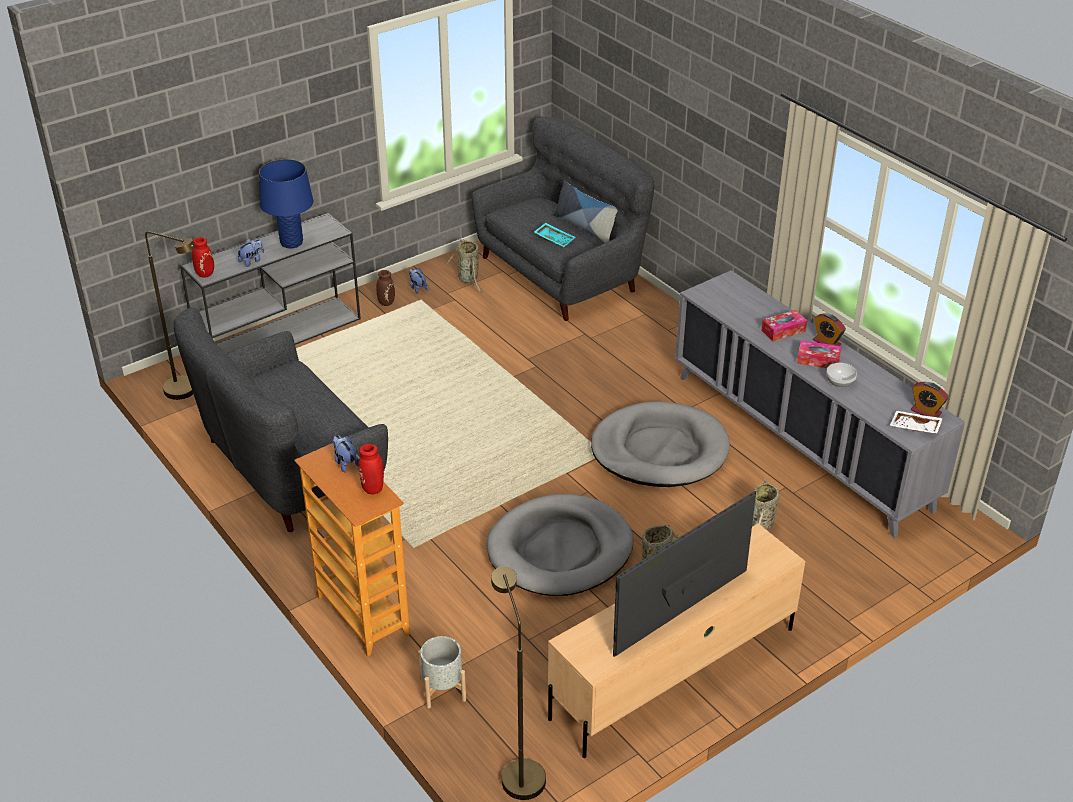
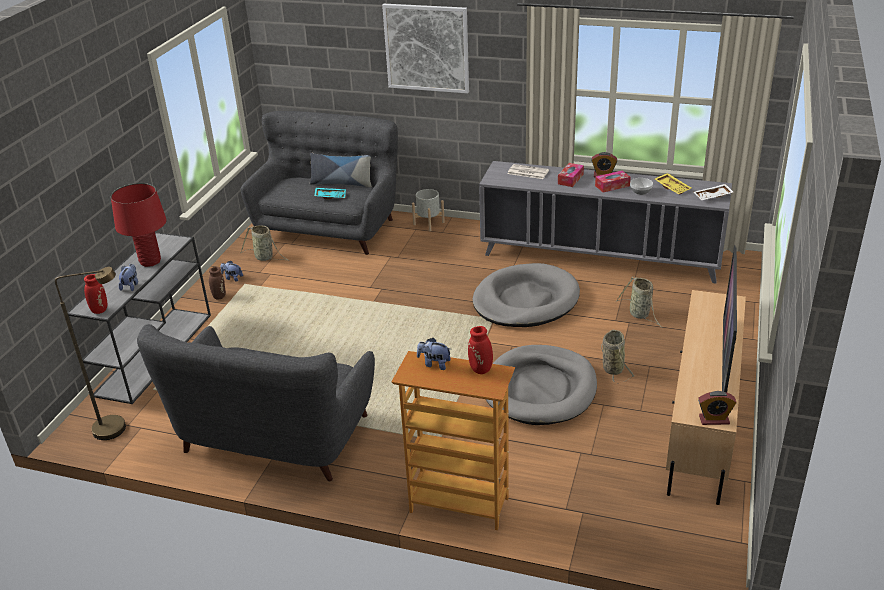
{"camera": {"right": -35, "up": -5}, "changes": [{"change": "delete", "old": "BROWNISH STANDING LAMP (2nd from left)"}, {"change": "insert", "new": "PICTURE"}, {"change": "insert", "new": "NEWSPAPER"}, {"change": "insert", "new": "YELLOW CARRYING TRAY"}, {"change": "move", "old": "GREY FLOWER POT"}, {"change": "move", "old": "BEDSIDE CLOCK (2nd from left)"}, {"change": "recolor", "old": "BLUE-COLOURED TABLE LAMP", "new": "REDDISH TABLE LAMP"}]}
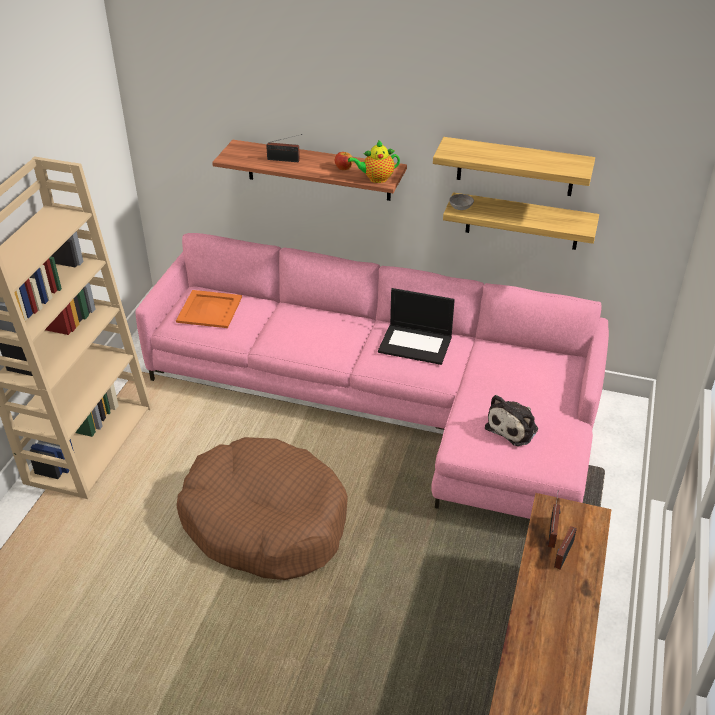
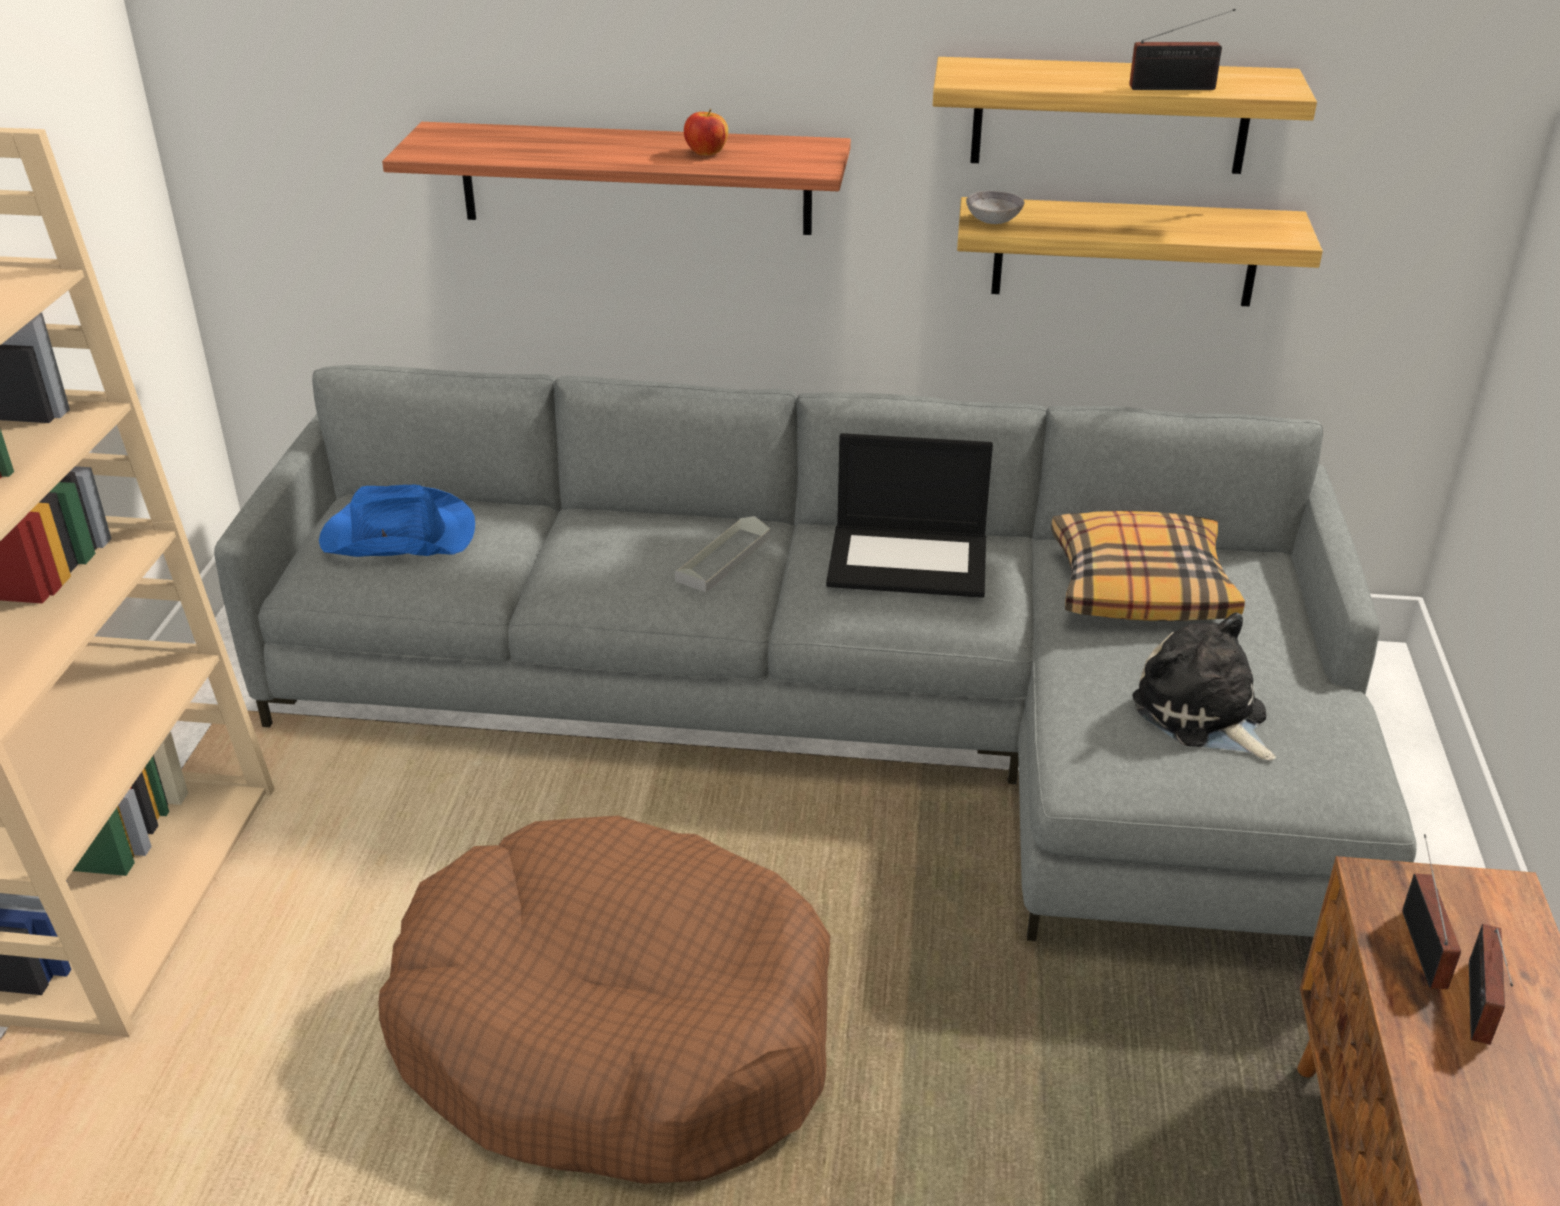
{"camera": {"right": -10, "up": -5}, "changes": [{"change": "delete", "old": "TEAPOT"}, {"change": "insert", "new": "GREY CARRYING TRAY"}, {"change": "insert", "new": "CUSHION"}, {"change": "move", "old": "RADIO RECEIVER (1st from left)"}, {"change": "replace", "old": "ORANGE-COLOURED CARRYING TRAY", "new": "BLUE-COLOURED HAT"}, {"change": "recolor", "old": "PINK COUCH", "new": "GREY COUCH"}, {"change": "rotate", "old": "CUDDLY TOY", "degrees": 120}]}
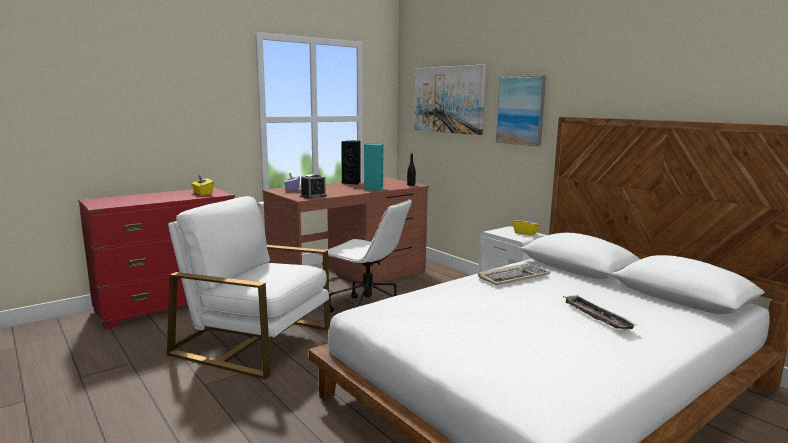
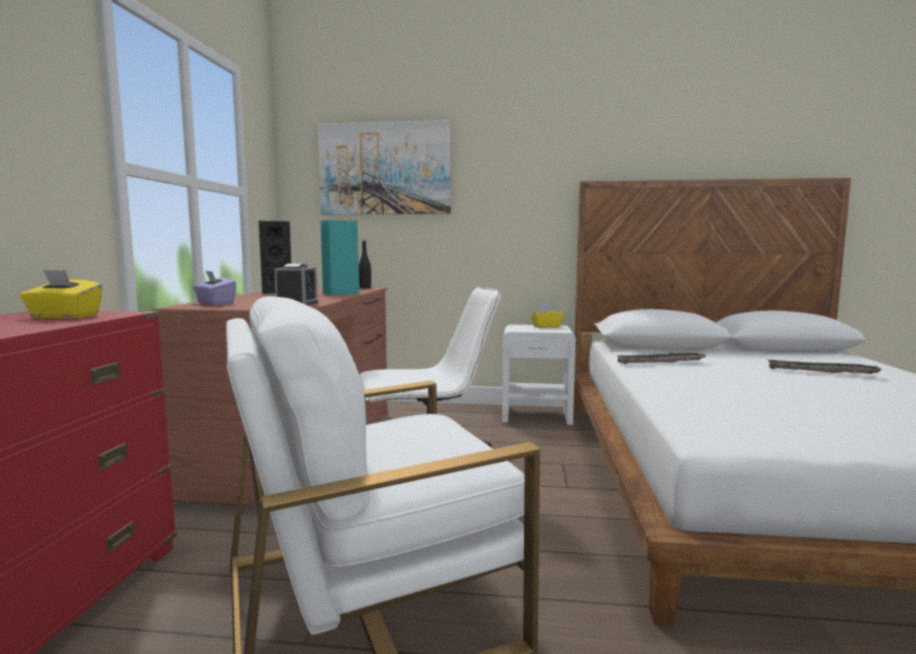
{"camera": {"right": -45, "up": -5}, "changes": [{"change": "delete", "old": "PICTURE (2nd from left)"}, {"change": "replace", "old": "KEYBOARD", "new": "CARRYING TRAY (1st from left)"}]}
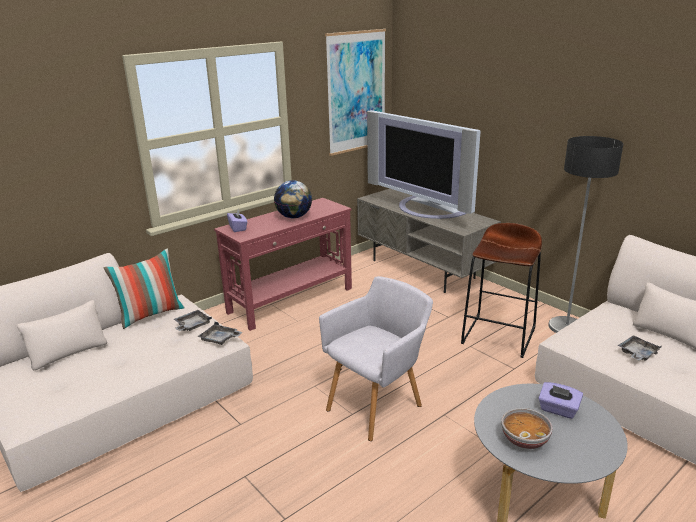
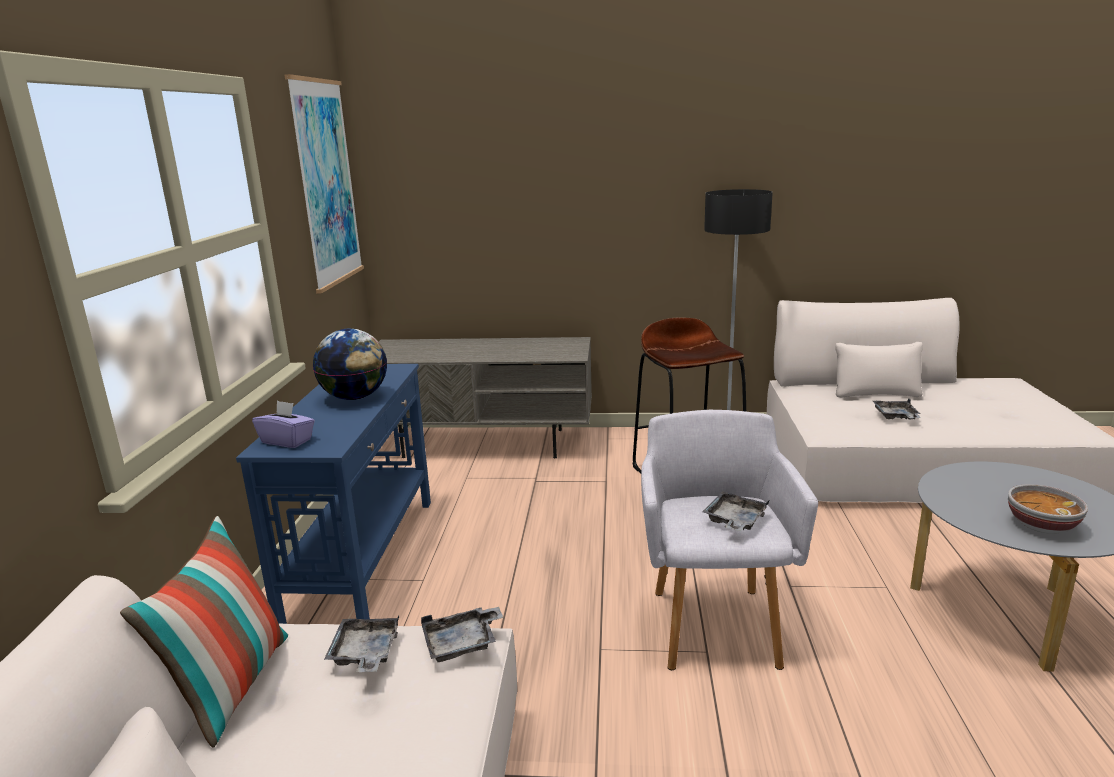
{"camera": {"right": -45, "up": -5}, "changes": [{"change": "delete", "old": "TELEVISION"}, {"change": "delete", "old": "PURPLE TISSUE HOLDER (2nd from left)"}, {"change": "insert", "new": "GREY CARRYING TRAY (3rd from left)"}, {"change": "recolor", "old": "REDDISH HALL TABLE", "new": "BLUE-COLOURED HALL TABLE"}]}
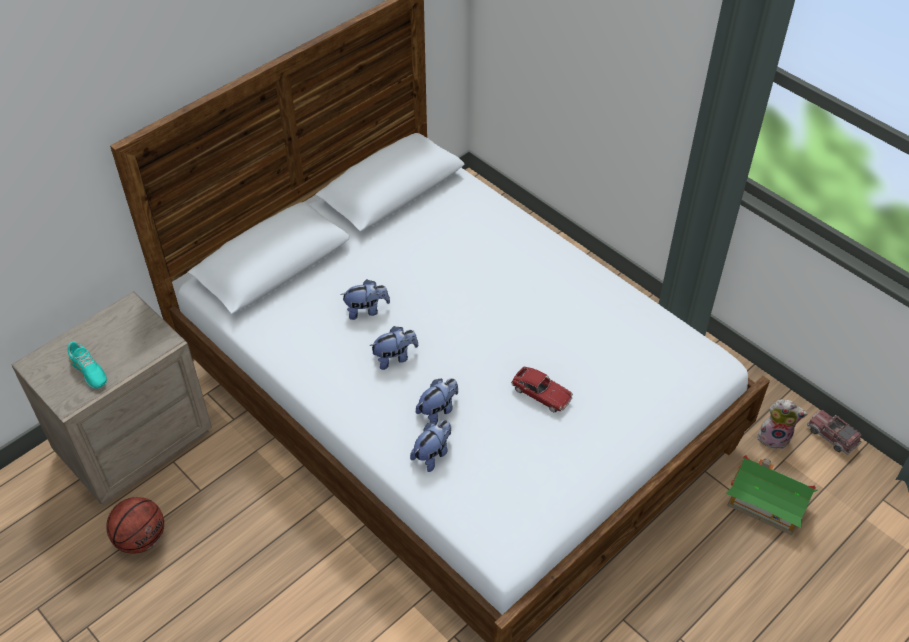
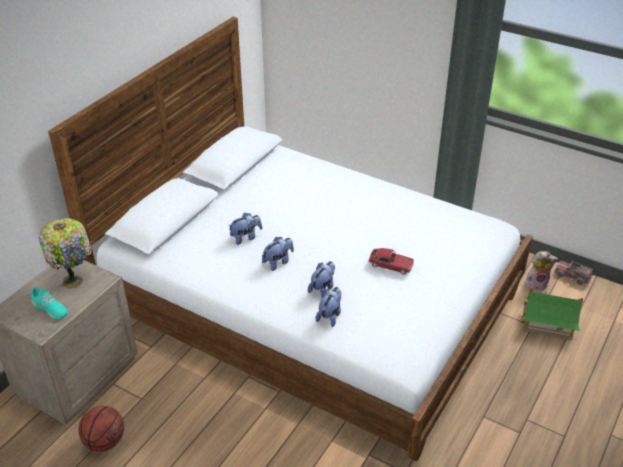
{"camera": {"right": -15, "up": -10}, "changes": [{"change": "insert", "new": "TABLE LAMP"}]}
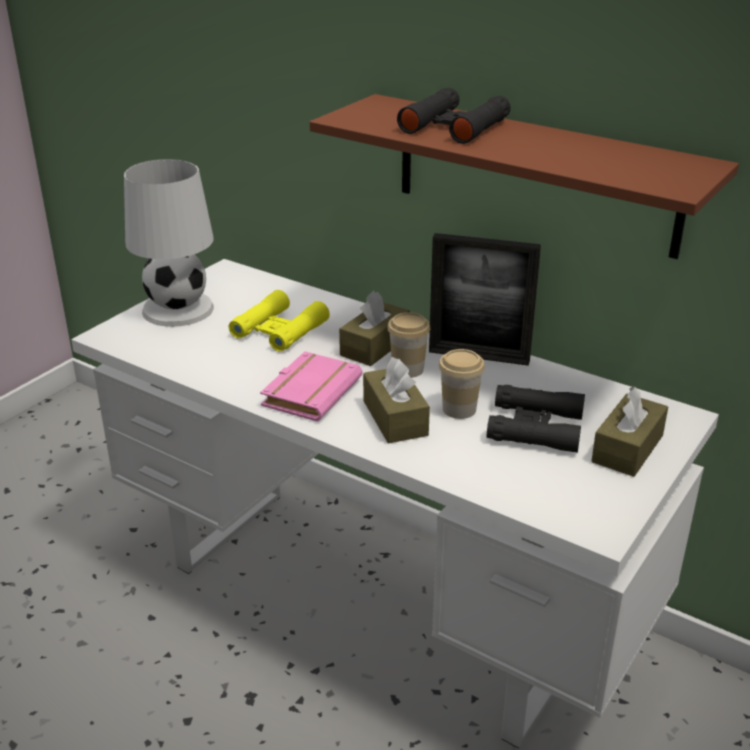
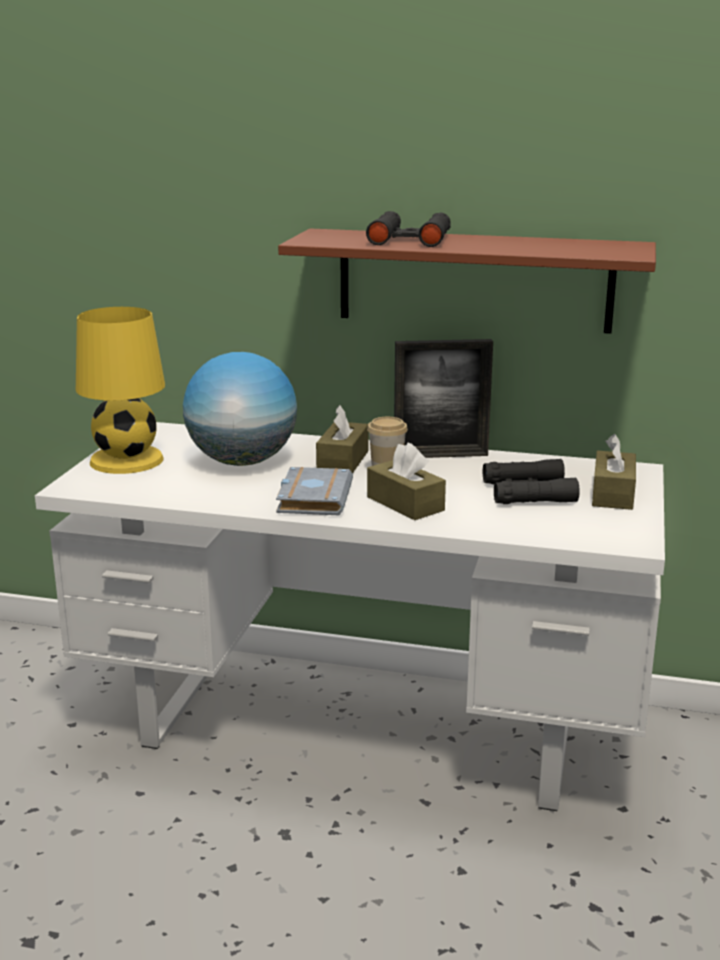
{"camera": {"right": -20, "up": -10}, "changes": [{"change": "delete", "old": "SMALL CUP (2nd from left)"}, {"change": "replace", "old": "YELLOW PAIR OF BINOCULARS", "new": "DESK GLOBE"}, {"change": "recolor", "old": "WHITE-COLOURED TABLE LAMP", "new": "YELLOW TABLE LAMP"}, {"change": "recolor", "old": "PINK BOUND BOOK", "new": "GREY BOUND BOOK"}]}
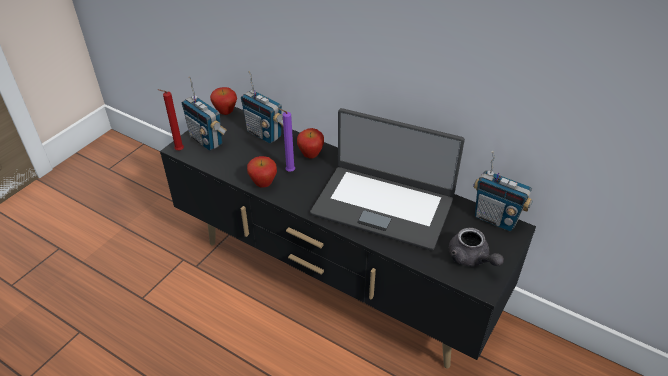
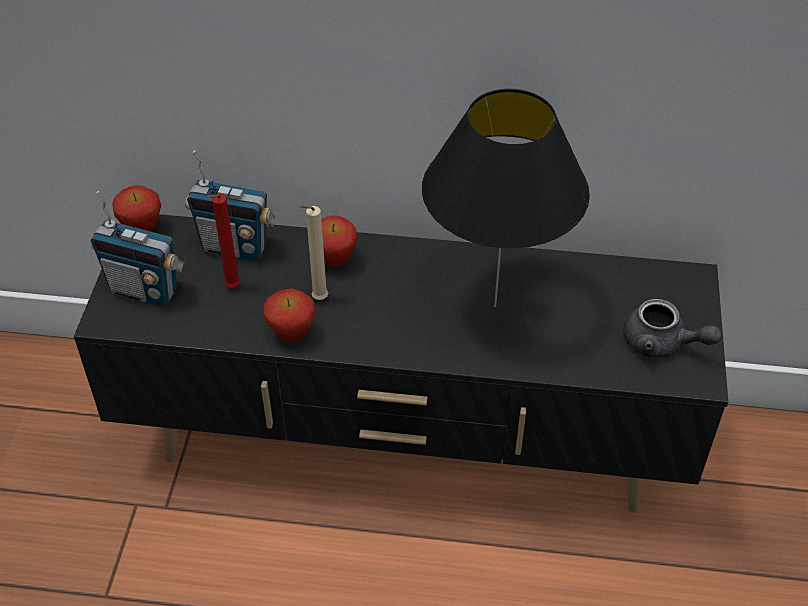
{"camera": {"right": -25, "up": 5}, "changes": [{"change": "delete", "old": "RADIO RECEIVER (3rd from left)"}, {"change": "move", "old": "REDDISH WAX CANDLE"}, {"change": "replace", "old": "LAPTOP", "new": "BLACK-COLOURED TABLE LAMP"}, {"change": "recolor", "old": "PURPLE WAX CANDLE", "new": "SAND-COLOURED WAX CANDLE"}]}
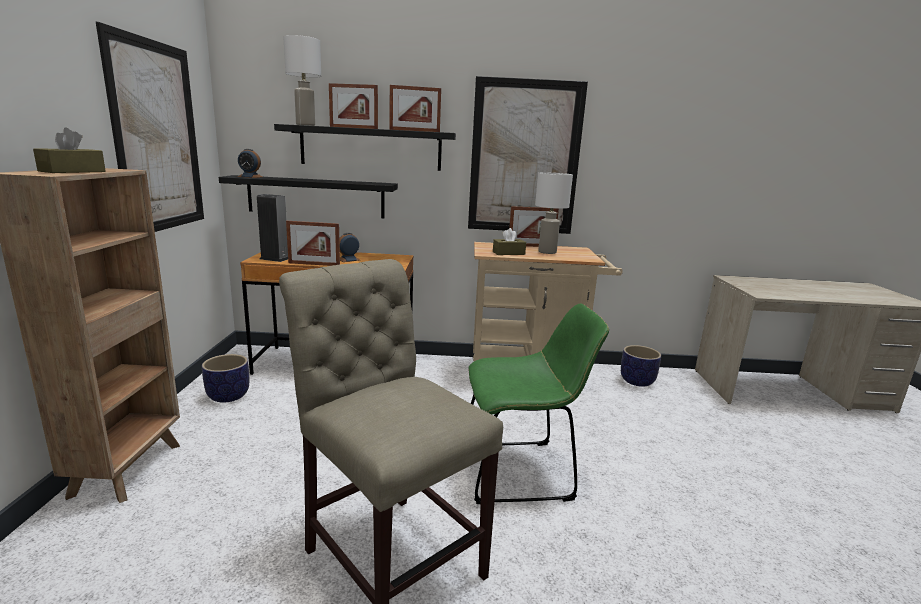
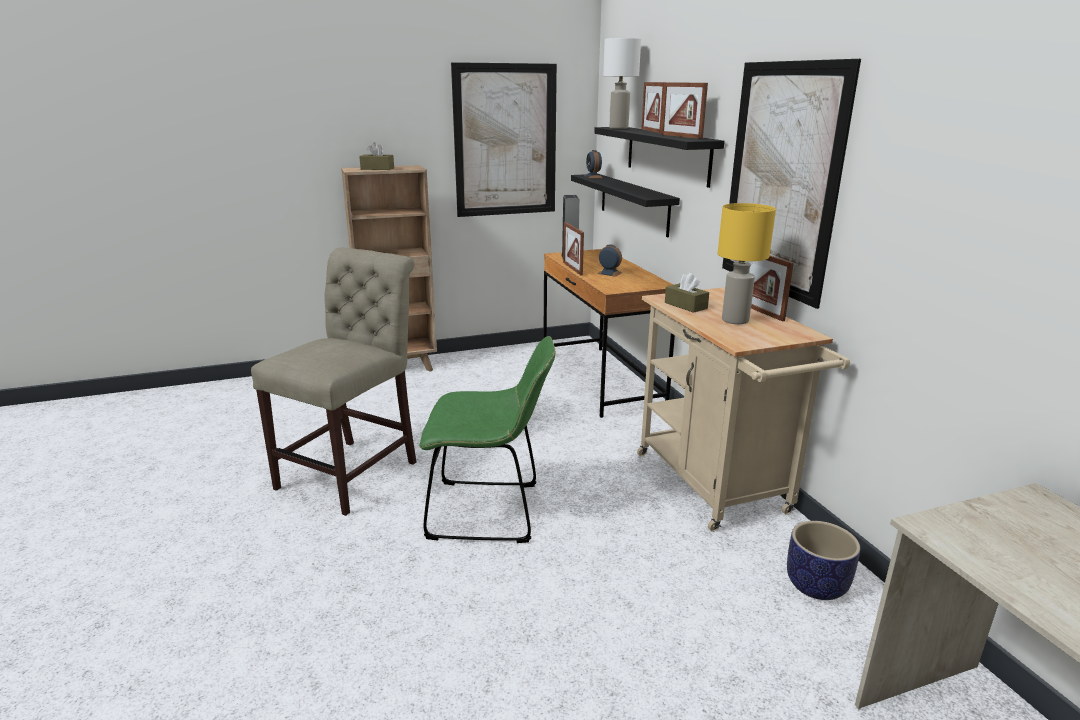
{"camera": {"right": 70, "up": 5}, "changes": [{"change": "delete", "old": "FLOWER POT (1st from left)"}, {"change": "recolor", "old": "WHITE-COLOURED TABLE LAMP (2nd from left)", "new": "YELLOW TABLE LAMP"}, {"change": "rotate", "old": "GREEN UPRIGHT CHAIR", "degrees": -60}]}
